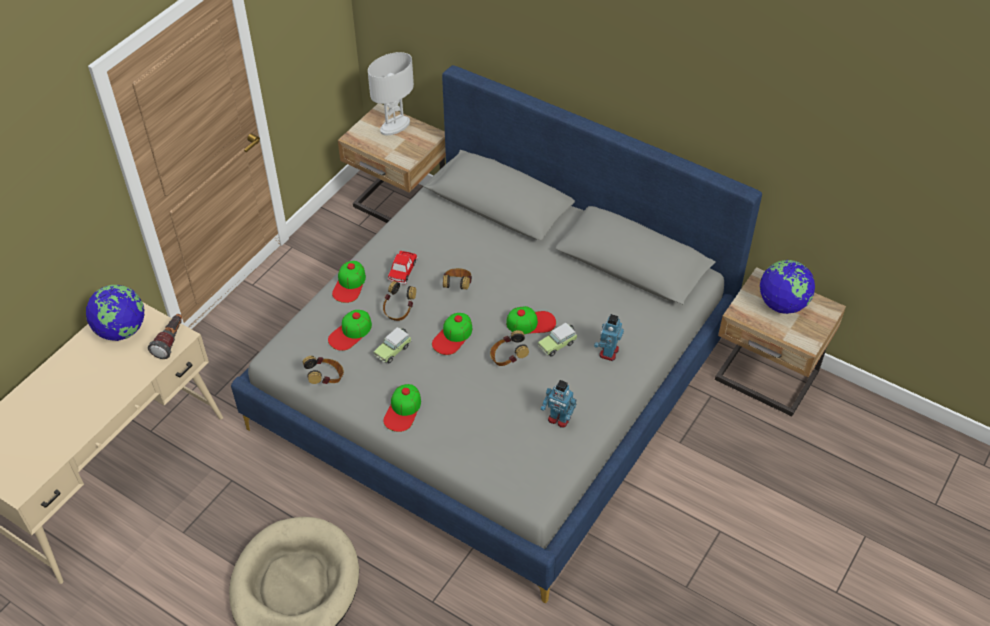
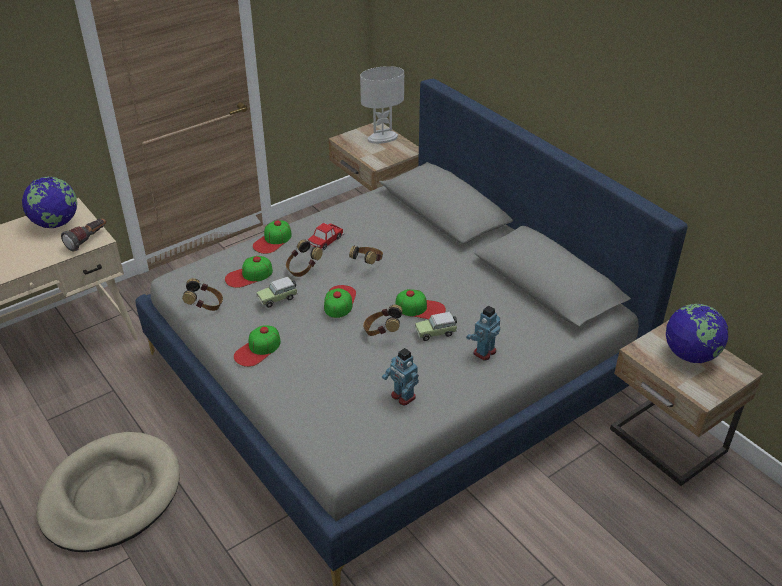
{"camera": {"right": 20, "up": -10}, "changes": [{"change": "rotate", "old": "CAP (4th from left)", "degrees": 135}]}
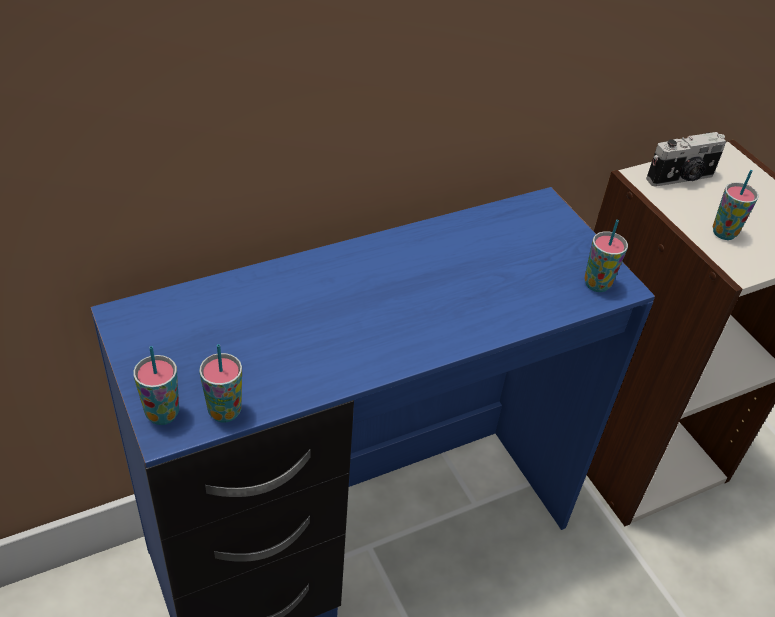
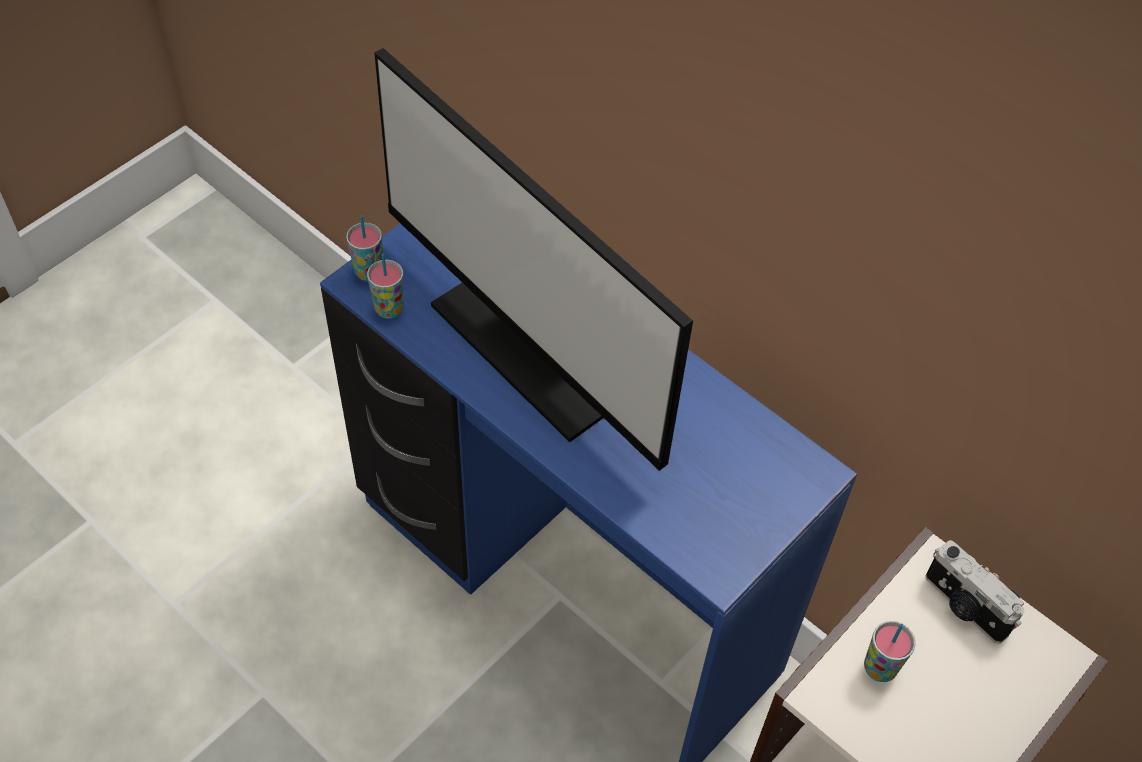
{"camera": {"right": 70, "up": 10}, "changes": [{"change": "delete", "old": "SMALL CUP (3rd from left)"}, {"change": "insert", "new": "COMPUTER SCREEN"}]}
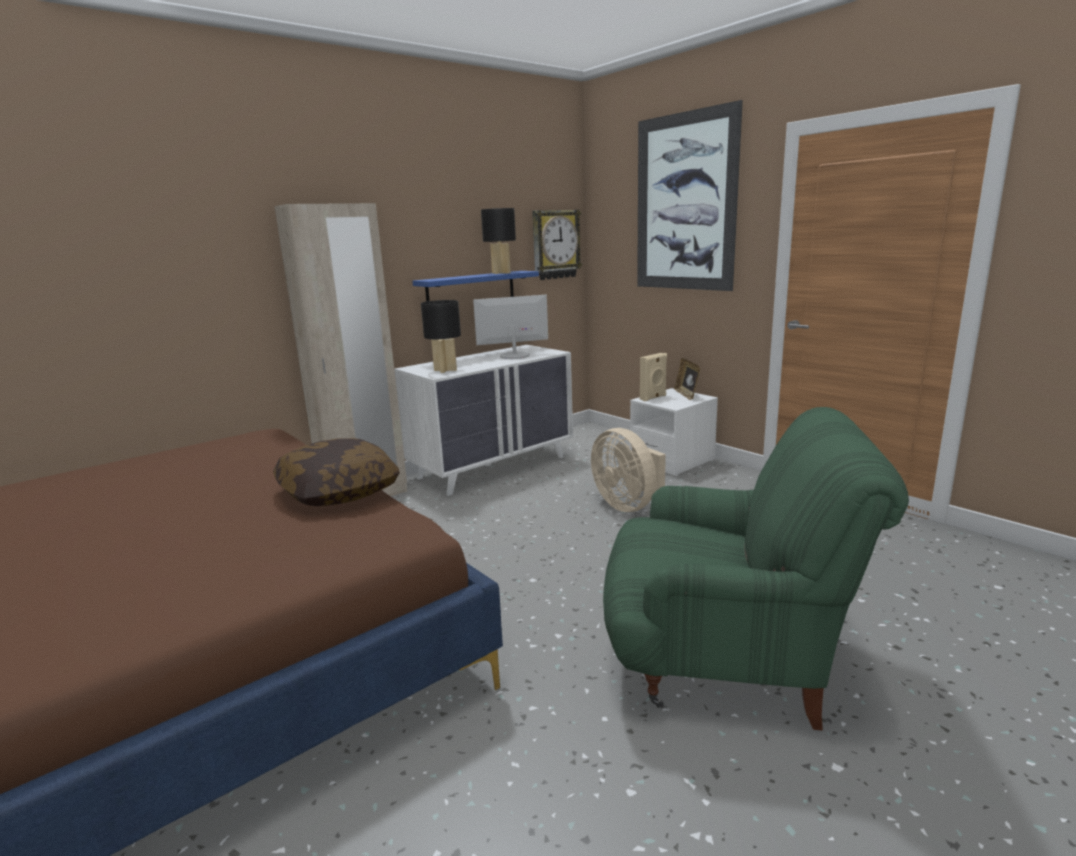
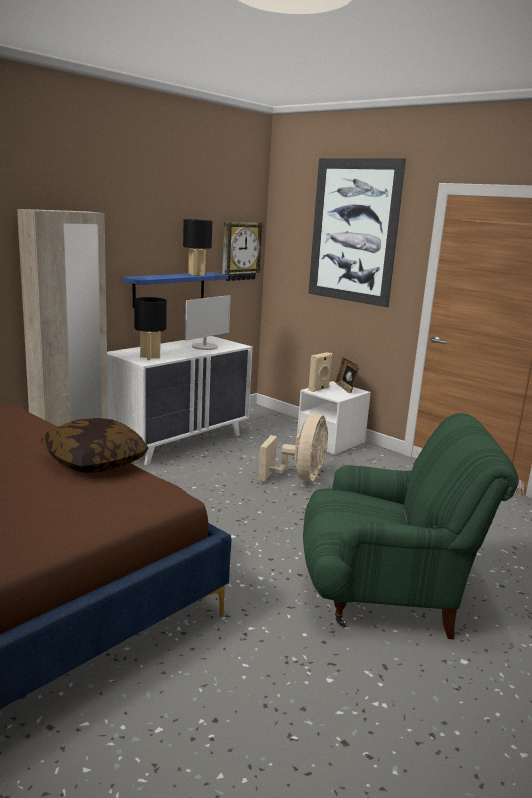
{"camera": {"right": -10, "up": 0}, "changes": [{"change": "rotate", "old": "COMPUTER SCREEN", "degrees": 150}, {"change": "rotate", "old": "SAND-COLOURED FAN", "degrees": -120}]}
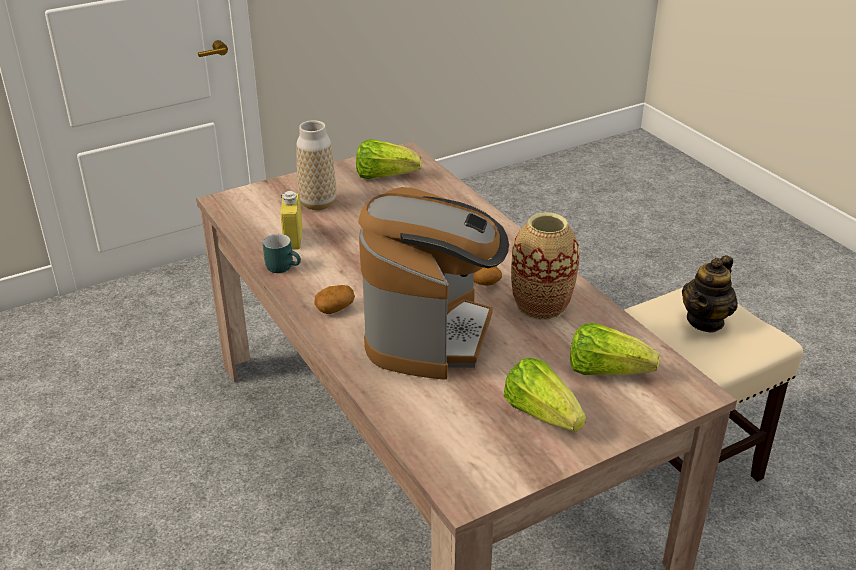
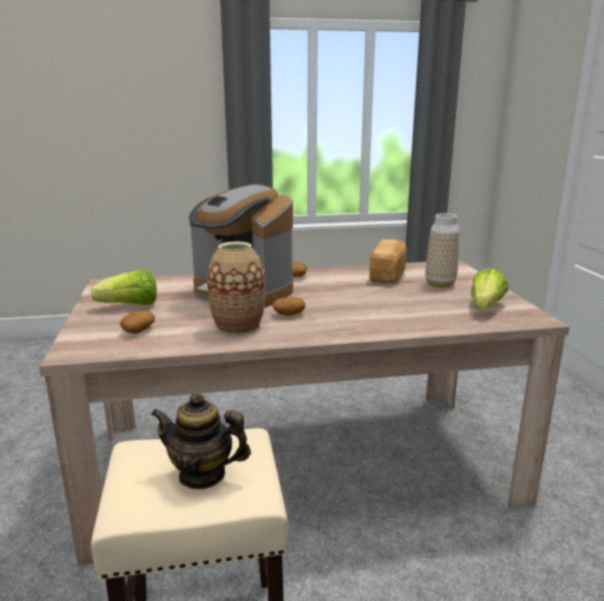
{"camera": {"right": 110, "up": -15}, "changes": [{"change": "delete", "old": "TURQUOISE-COLOURED MUG"}, {"change": "replace", "old": "YELLOW BOTTLE", "new": "BAKERY BREAD"}, {"change": "replace", "old": "LETTUCE HEAD (3rd from left)", "new": "SPUD (1st from left)"}, {"change": "rotate", "old": "TEAPOT", "degrees": -45}]}
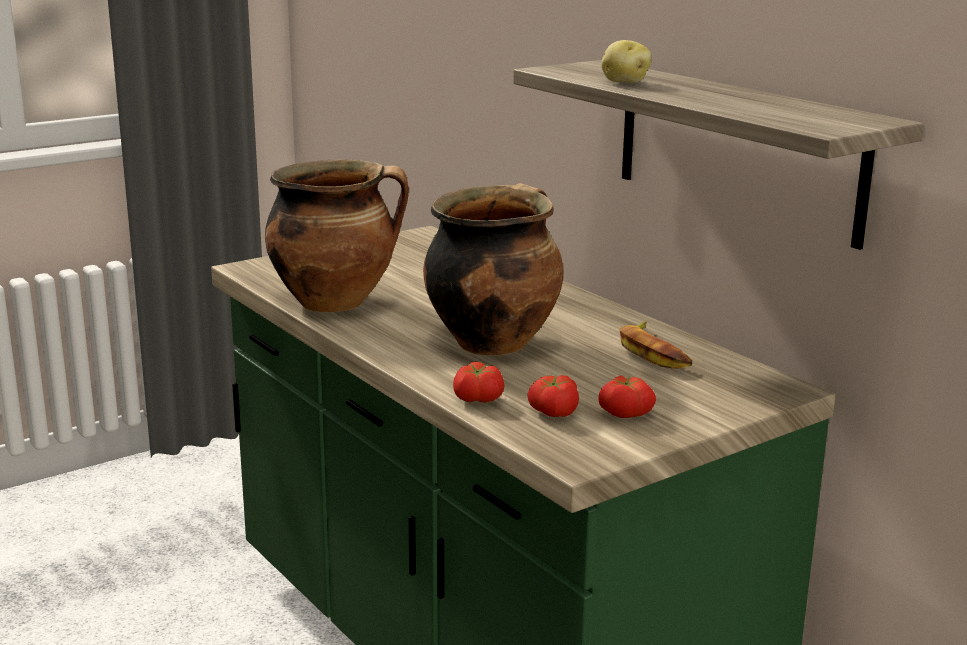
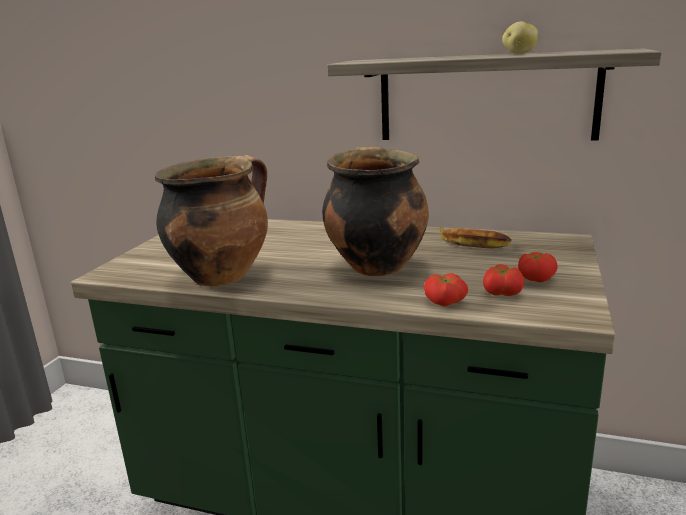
{"camera": {"right": -35, "up": 0}, "changes": [{"change": "move", "old": "SPUD"}]}
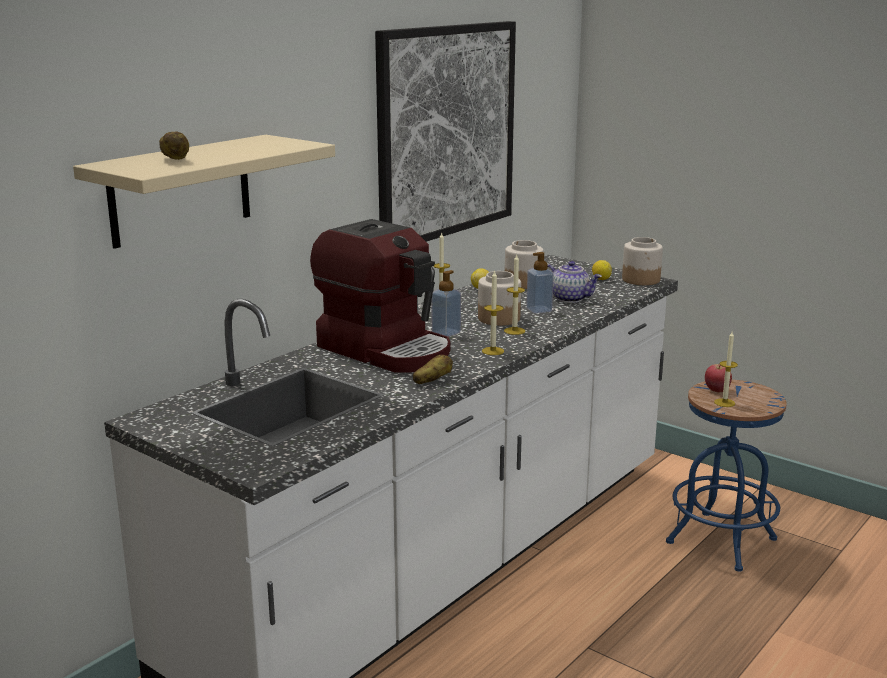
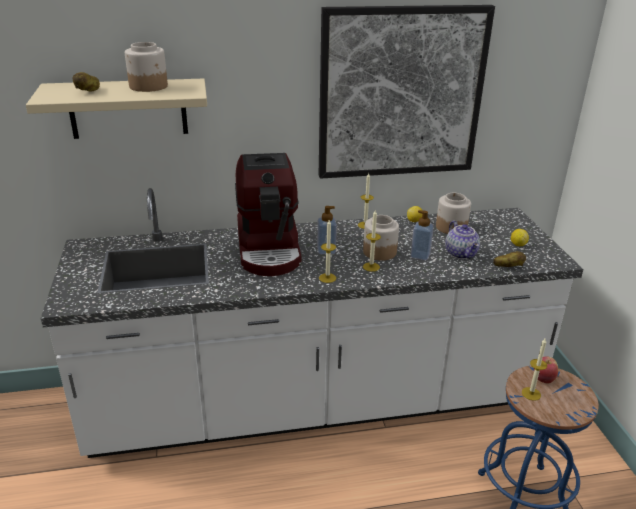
{"camera": {"right": 40, "up": 10}, "changes": [{"change": "move", "old": "SPUD (2nd from left)"}, {"change": "move", "old": "PRESERVE JAR (3rd from left in the first image)", "new": "PRESERVE JAR (1st from left)"}]}
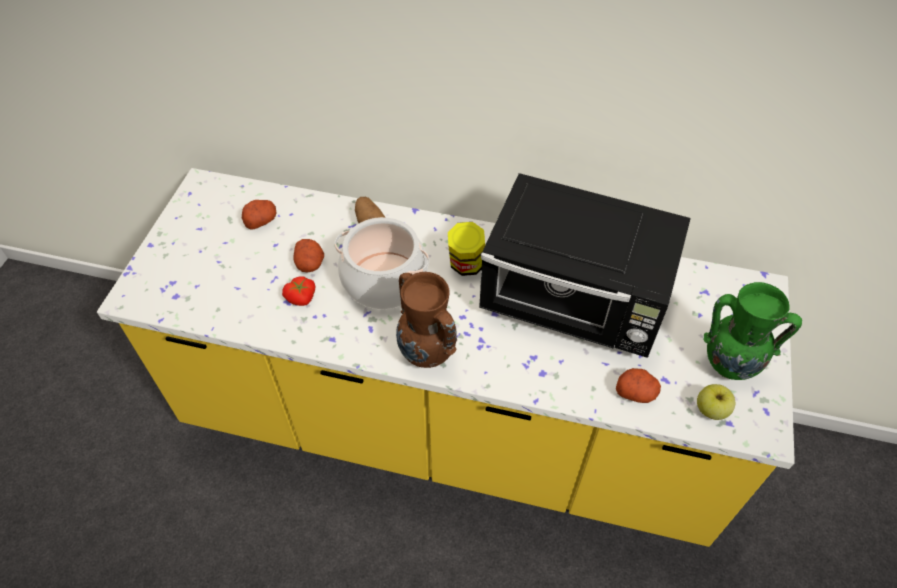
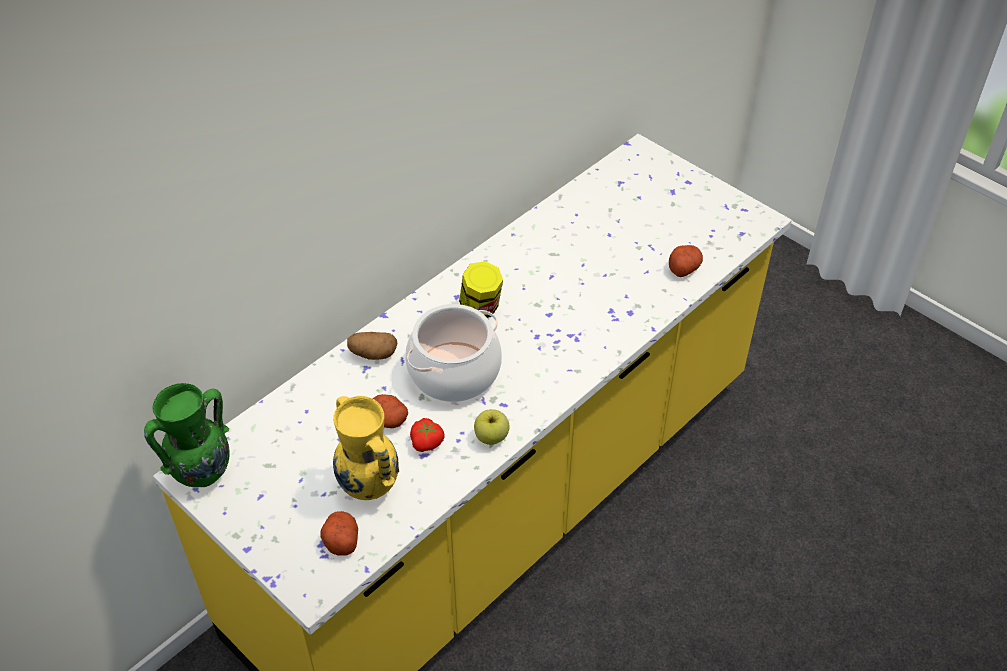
{"camera": {"right": -60, "up": -5}, "changes": [{"change": "delete", "old": "BROWNISH VASE"}, {"change": "delete", "old": "BLACK-COLOURED KITCHEN MICROWAVE"}, {"change": "insert", "new": "YELLOW VASE"}, {"change": "move", "old": "SPUD (1st from left)"}, {"change": "move", "old": "WHOLE APPLE"}, {"change": "move", "old": "GREEN VASE"}]}
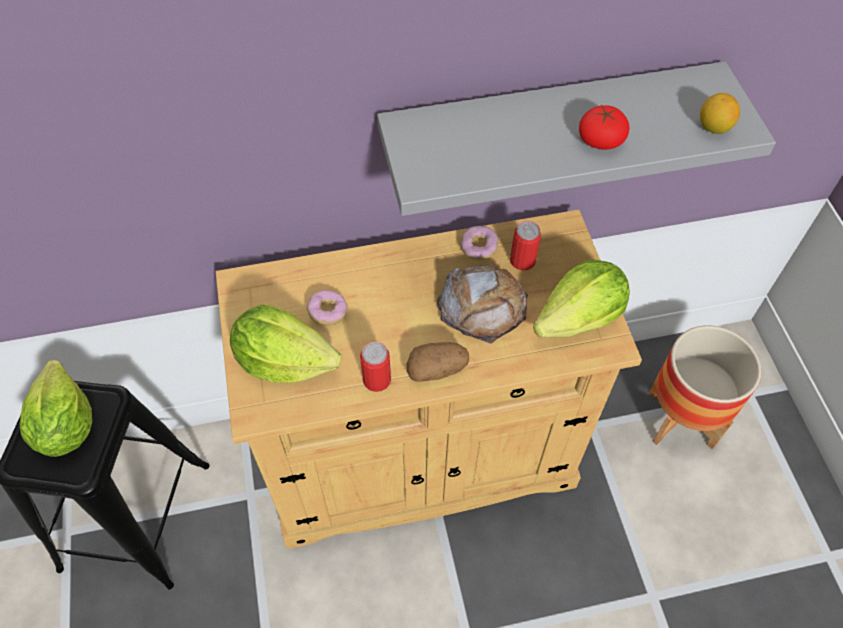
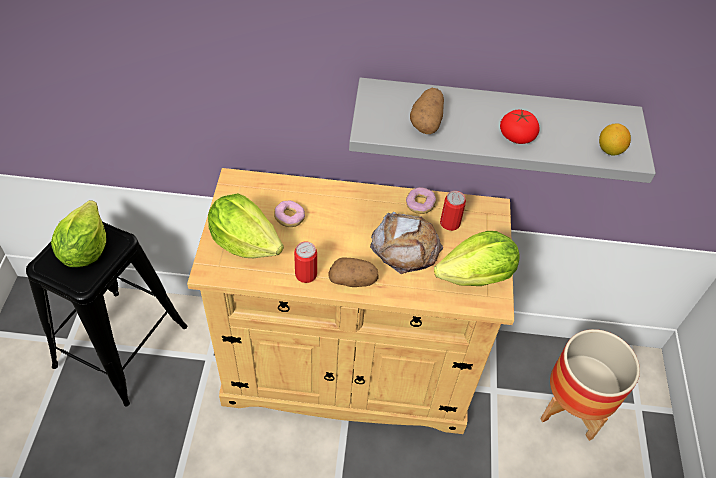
{"camera": {"right": 15, "up": -5}, "changes": [{"change": "insert", "new": "SPUD (2nd from left)"}]}
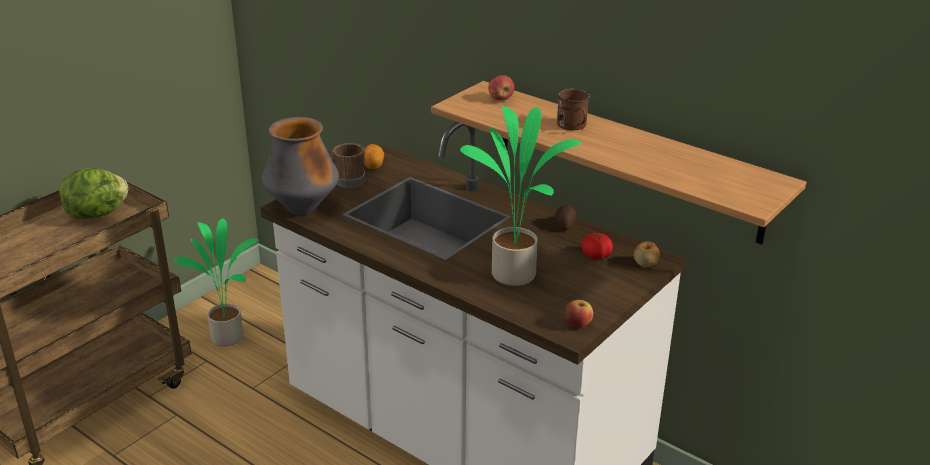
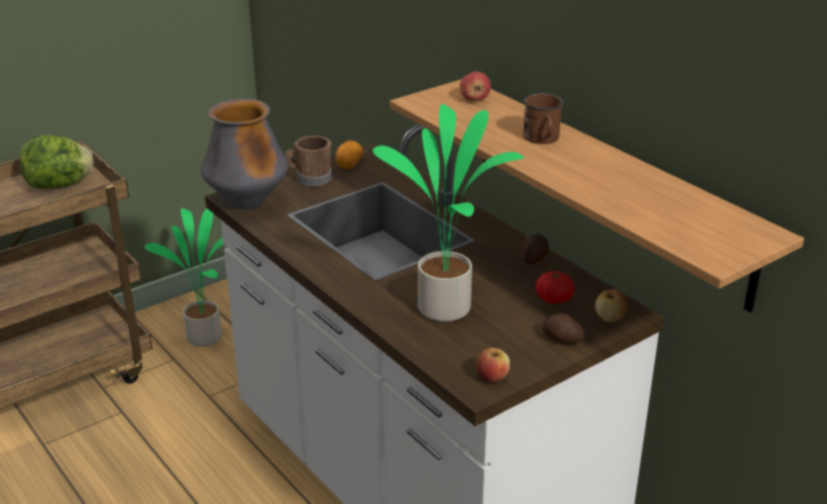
{"camera": {"right": 15, "up": 0}, "changes": [{"change": "insert", "new": "SPUD (3rd from left)"}]}
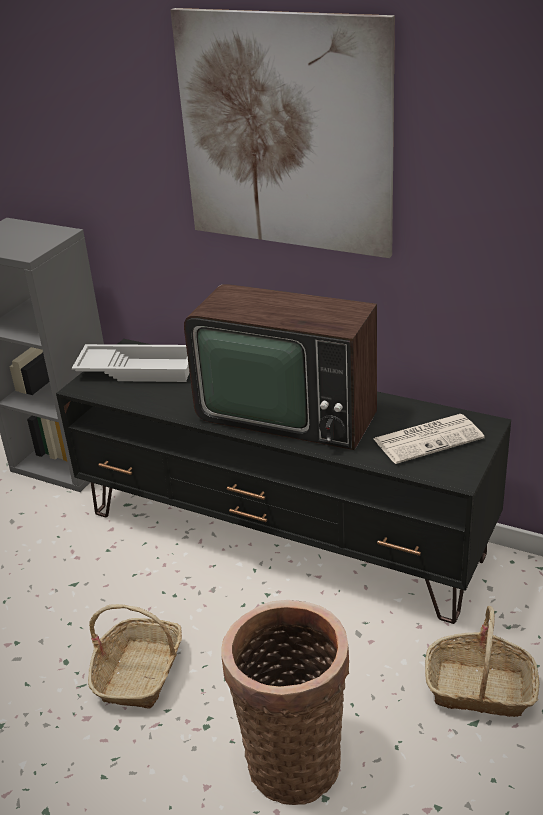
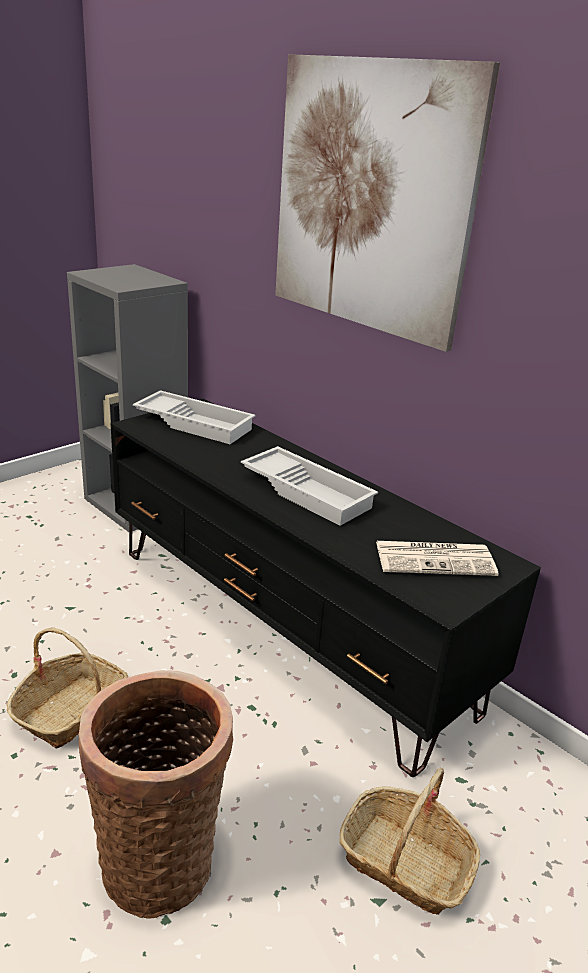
{"camera": {"right": 15, "up": -5}, "changes": [{"change": "replace", "old": "TELEVISION", "new": "WHITE-COLOURED CARRYING TRAY (2nd from left)"}]}
